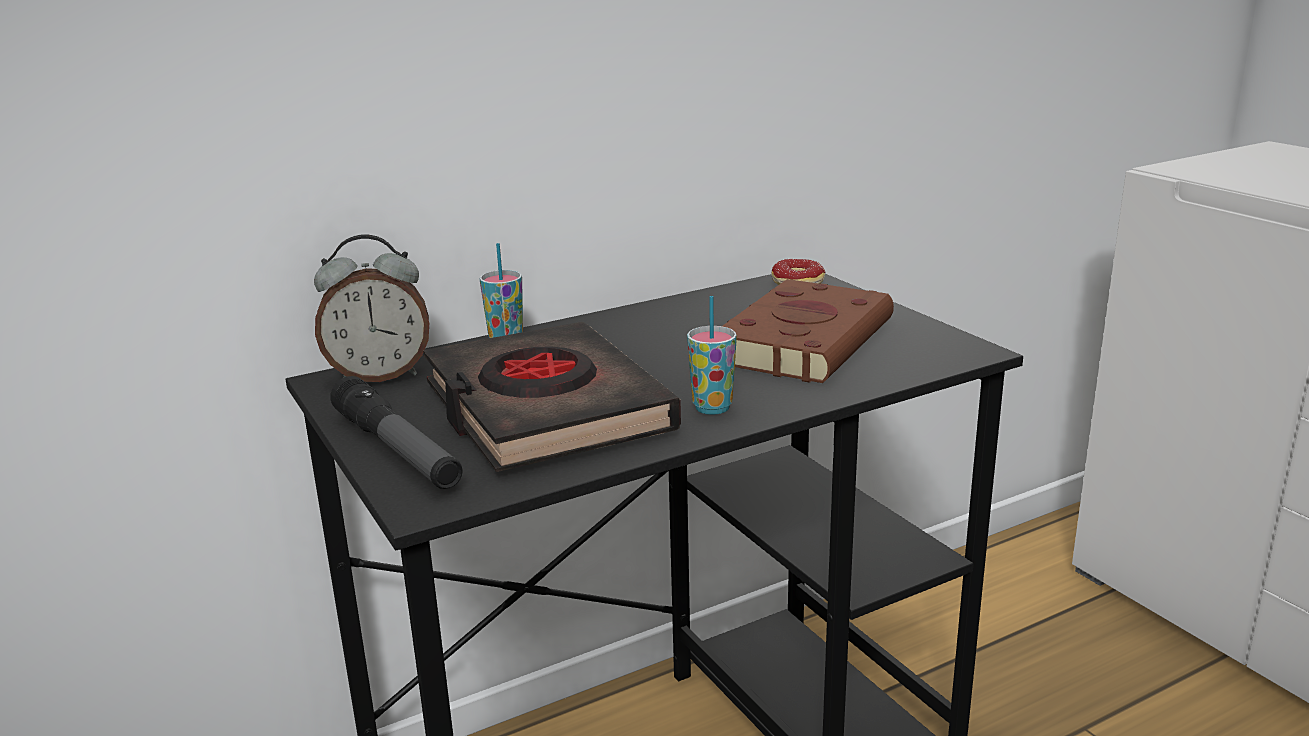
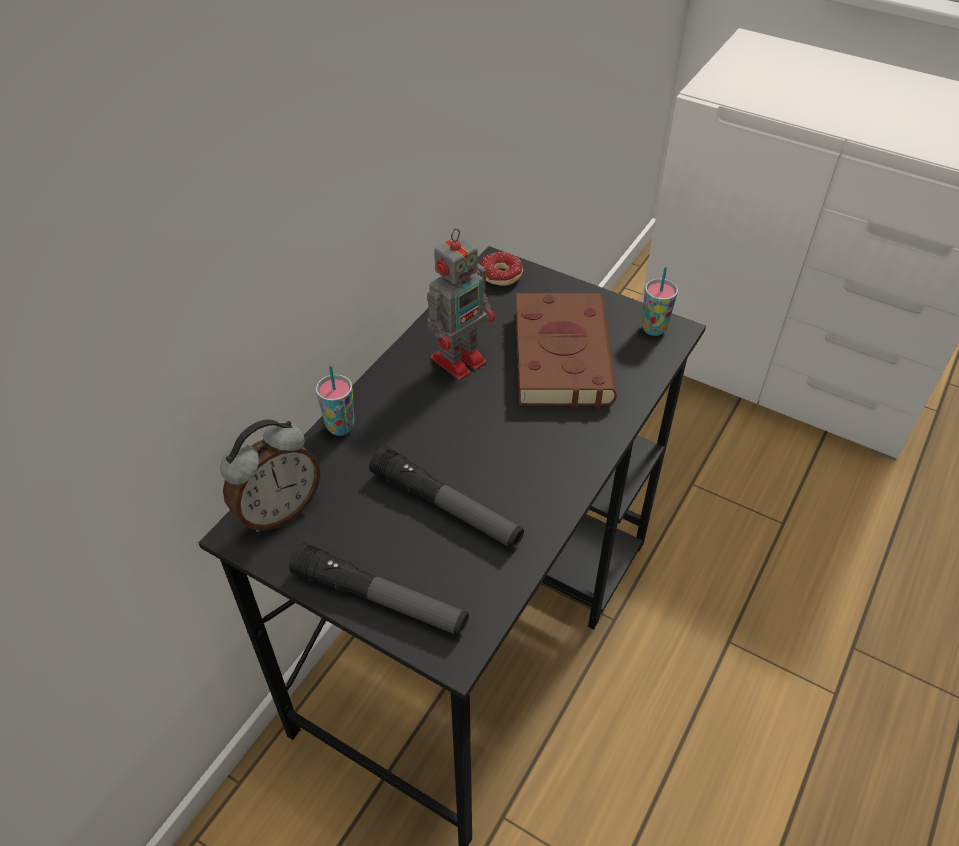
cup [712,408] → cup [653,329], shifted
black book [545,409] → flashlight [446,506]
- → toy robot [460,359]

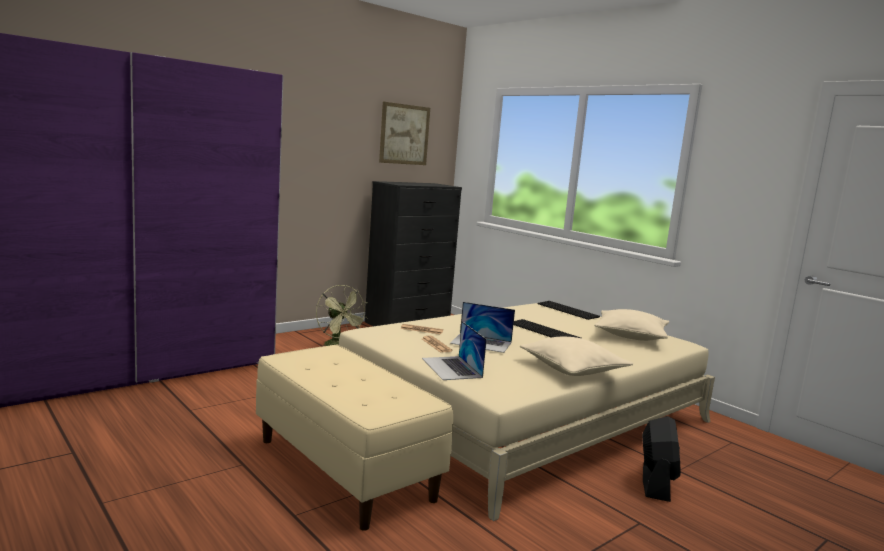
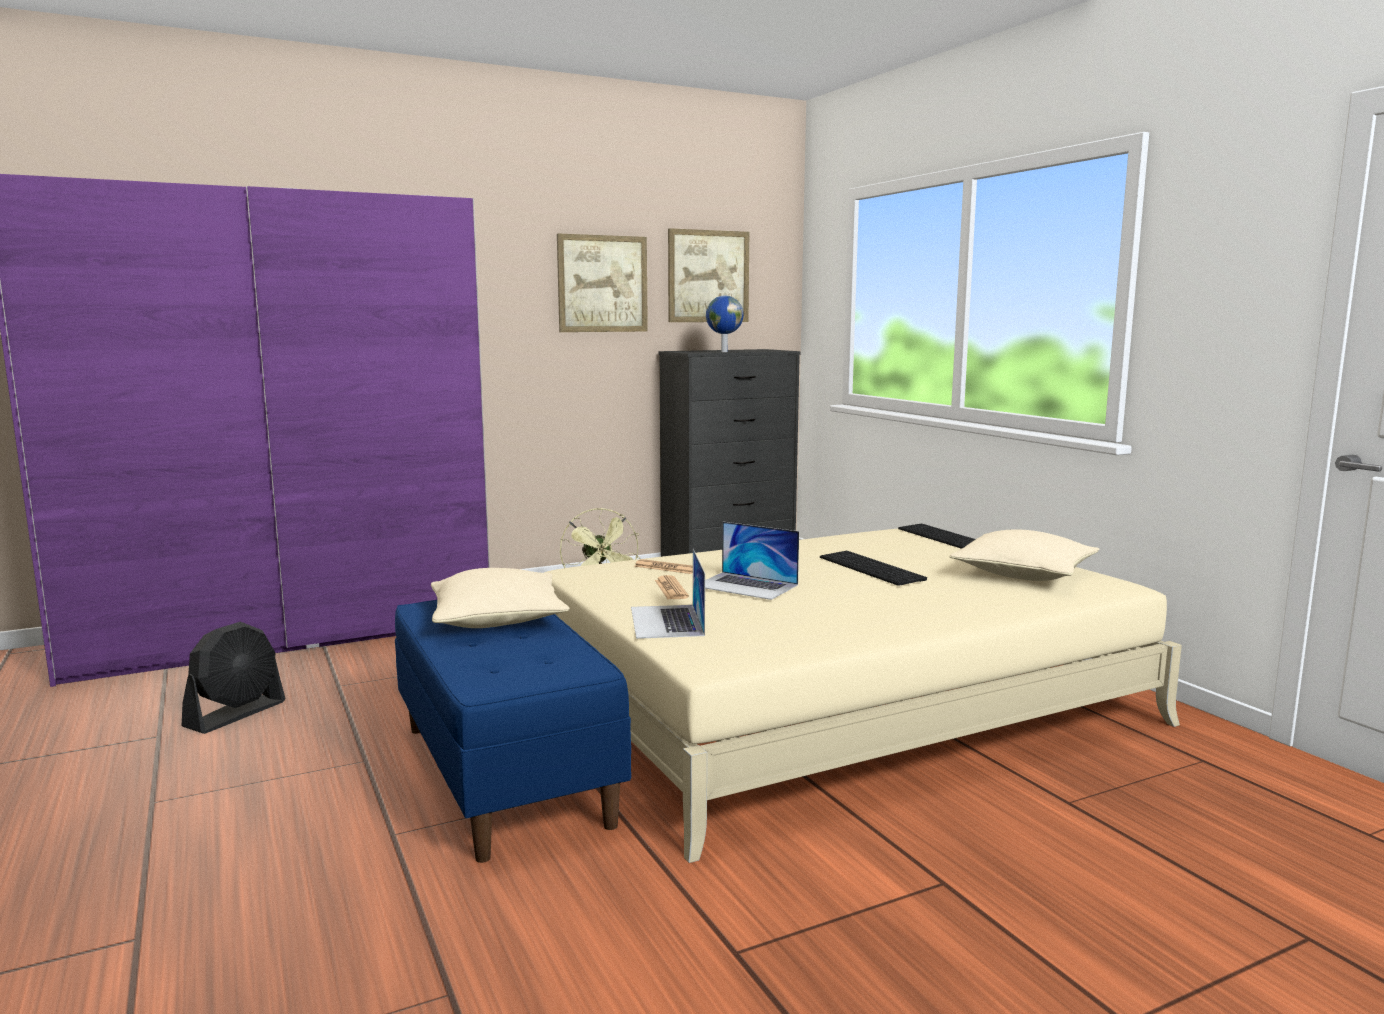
beige pillow [573,369] → beige pillow [497,619], shifted
beige bench [345,469] → blue bench [506,774]
black fan [656,483] → black fan [236,714], shifted
- → picture [602,284]
- → globe [723,352]

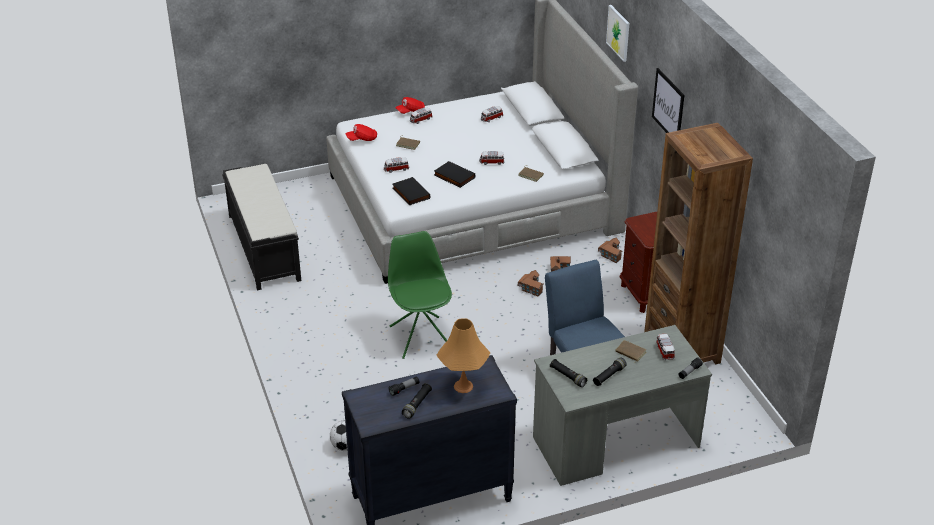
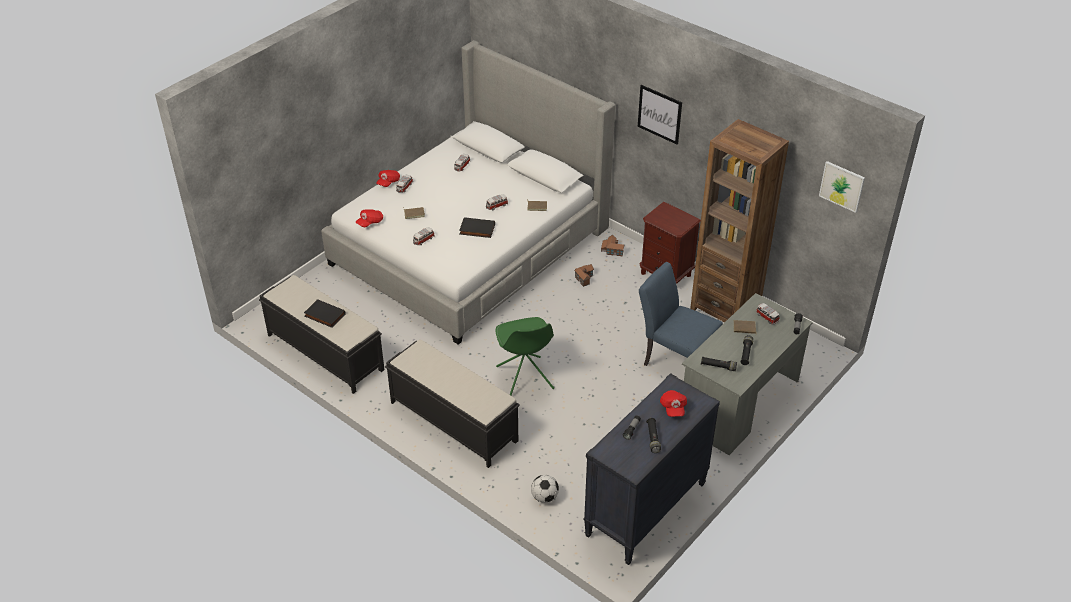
picture [618,33] → picture [842,186], shifted
black book [410,193] → black book [324,315], shifted
green chair [420,336] → green chair [525,378], 150 degrees counterclockwise
toy house [531,287] → -
orange table lamp [463,386] → red cap [673,408]
- → black bench [452,421]

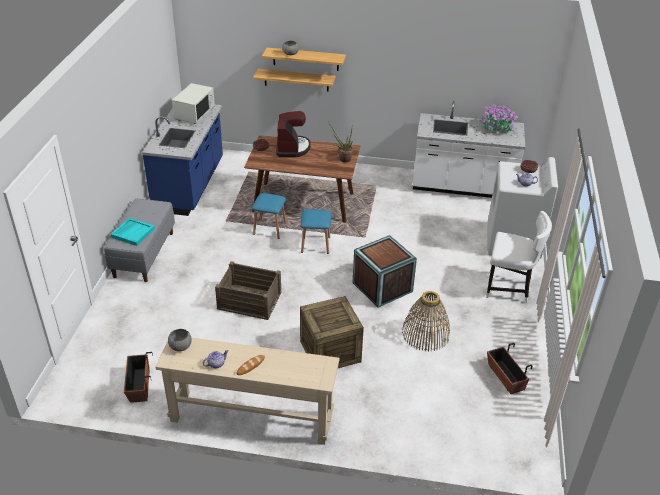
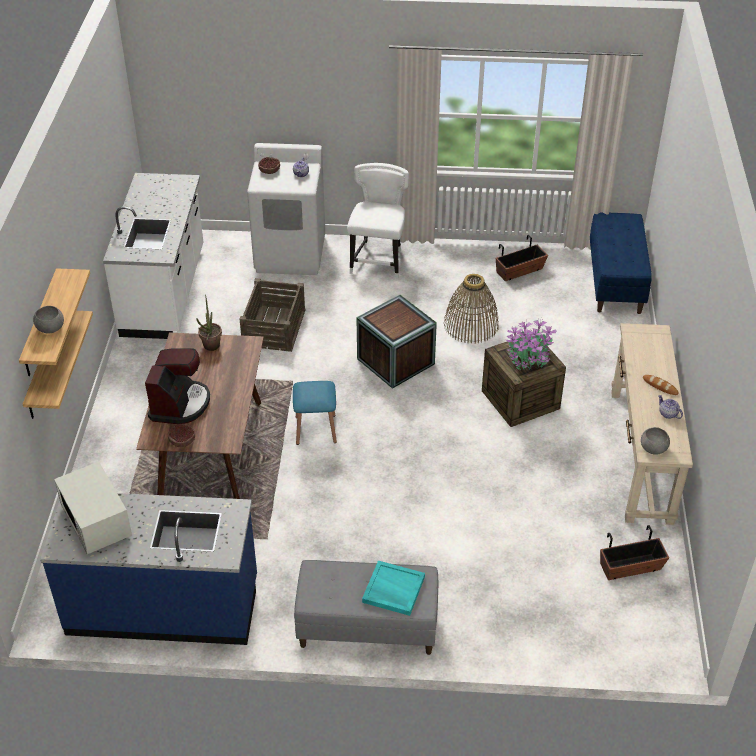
white microwave [194,114] → white microwave [97,522], 135 degrees counterclockwise
potted plant [496,129] → potted plant [528,357], shifted
coffee machine [292,148] → coffee machine [180,404], 105 degrees clockwise
blue stool [269,228] → -
crate [249,300] → crate [273,327], shifted
- → blue bench [616,281]

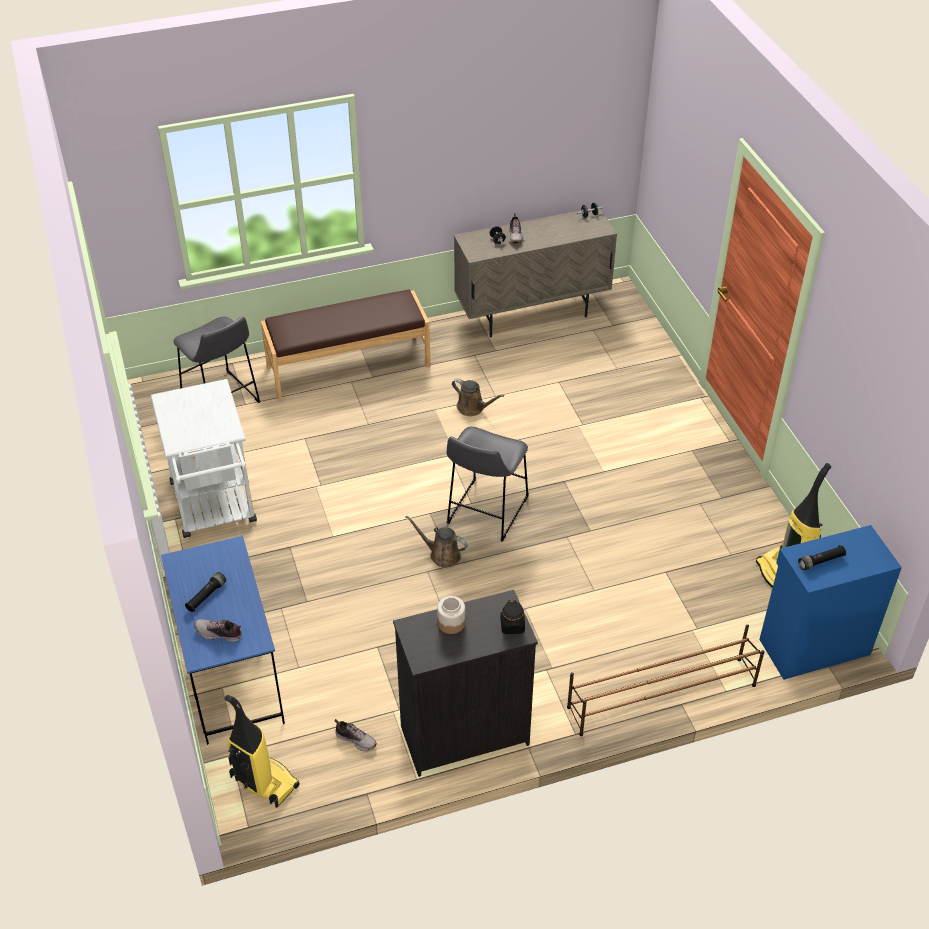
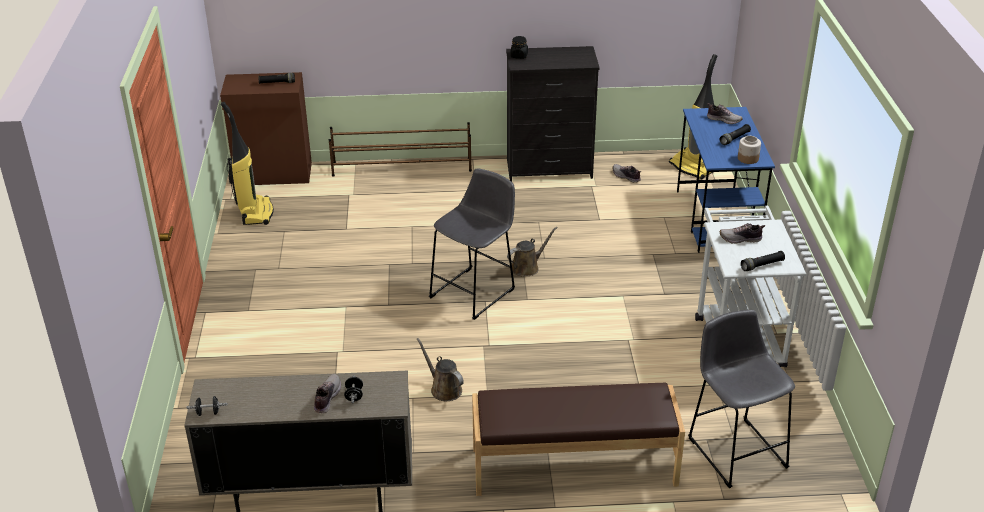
brown watering can [442,554] → brown watering can [527,267], 75 degrees counterclockwise
blue cabinet [813,645] → brown cabinet [274,174]
jar [451,622] → jar [748,159], shifted
- → shoe [741,239]
- → black flashlight [762,265]

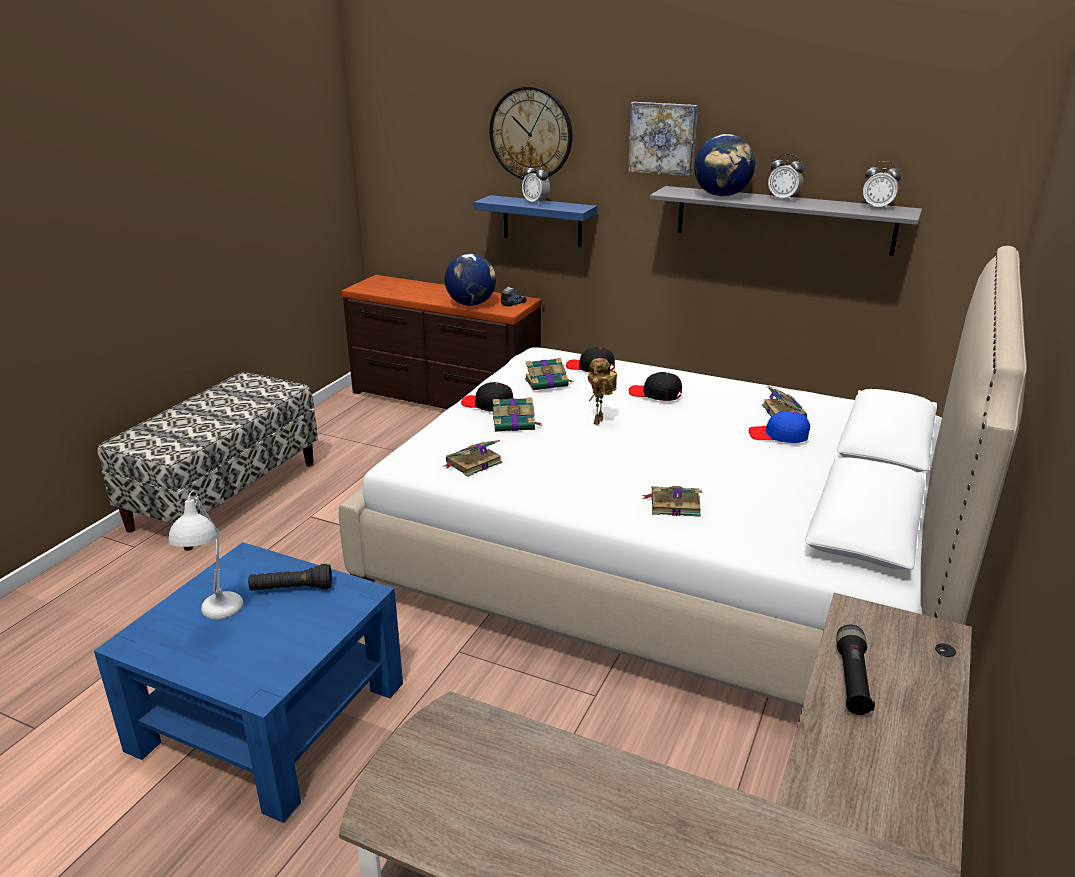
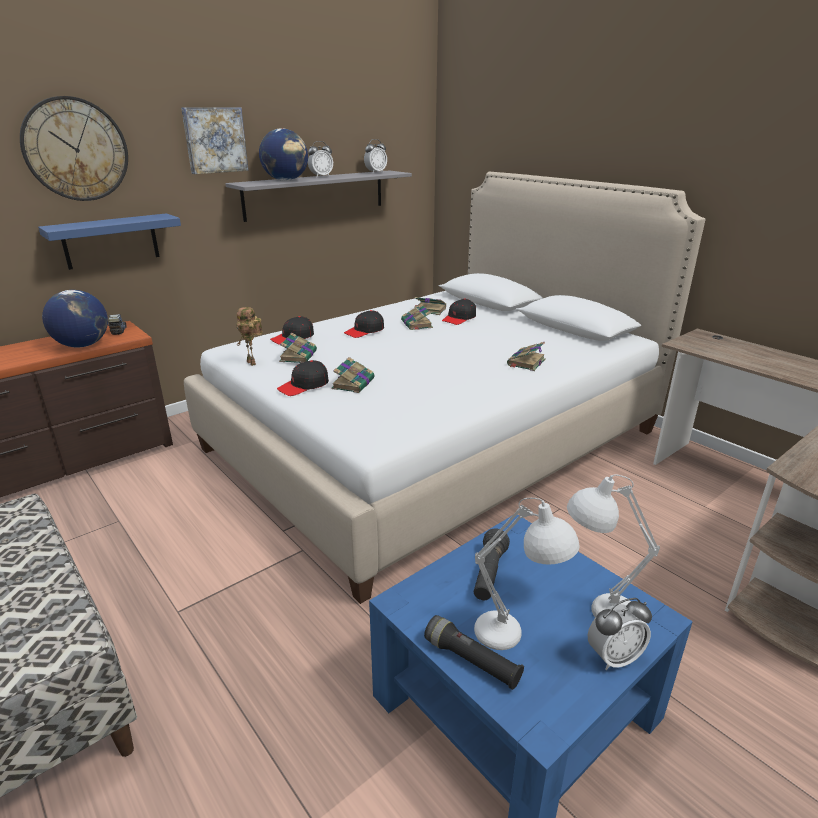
alarm clock [535,203] → alarm clock [613,657], shifted
toy robot [599,422] → toy robot [253,363], shifted
blue cap [779,436] → black cap [459,318]
book [473,463] → book [417,324], shifted
black flashlight [852,679] → black flashlight [471,661], shifted
- → white table lamp [594,610]

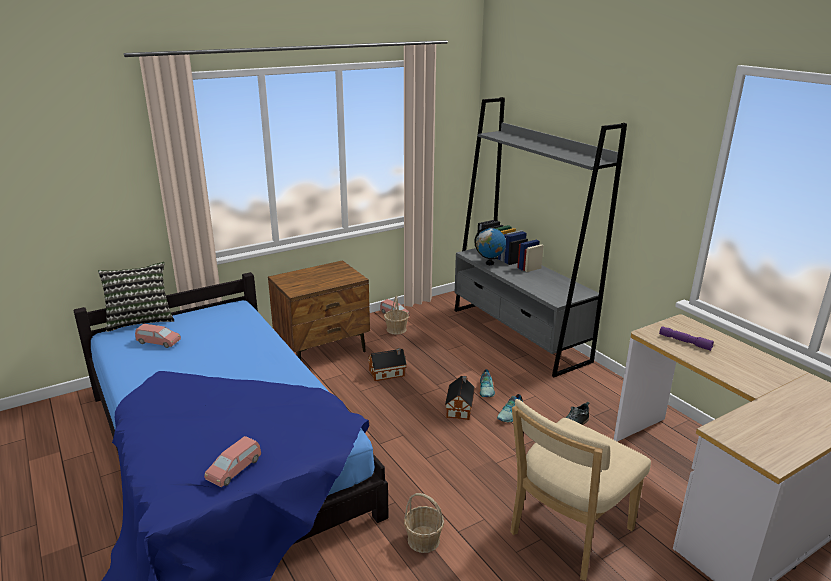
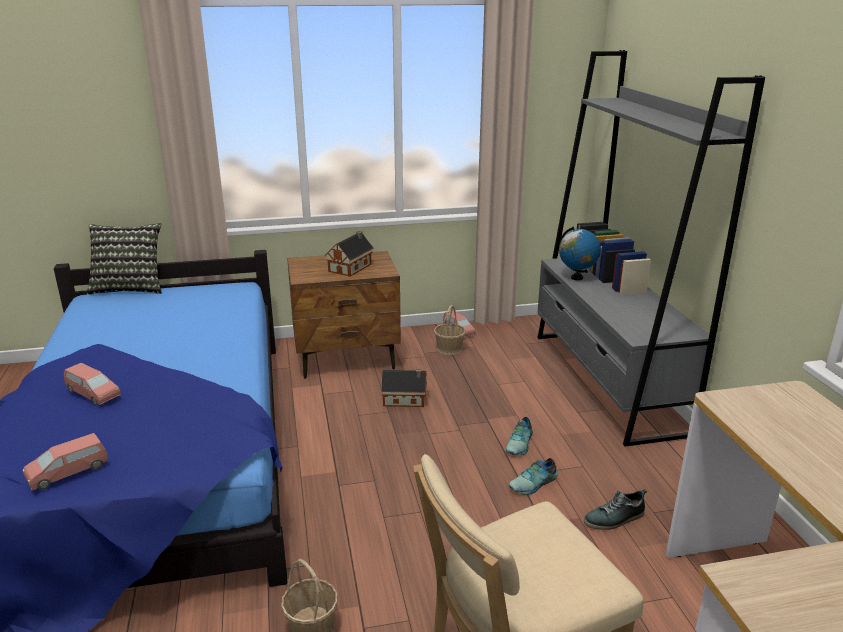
pink toy car [158,342] → pink toy car [93,394], shifted
purple flashlight [684,342] → -
toy house [460,408] → toy house [351,267], shifted

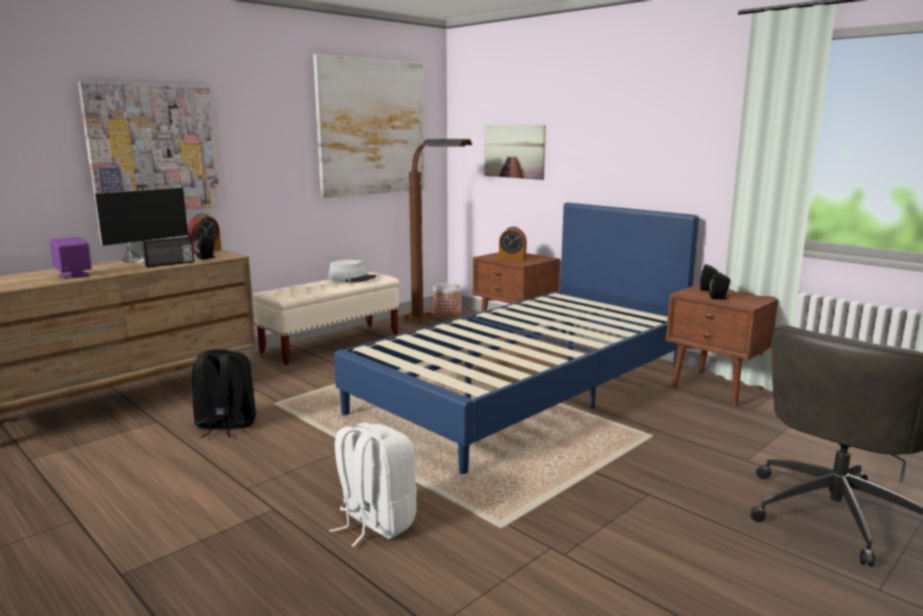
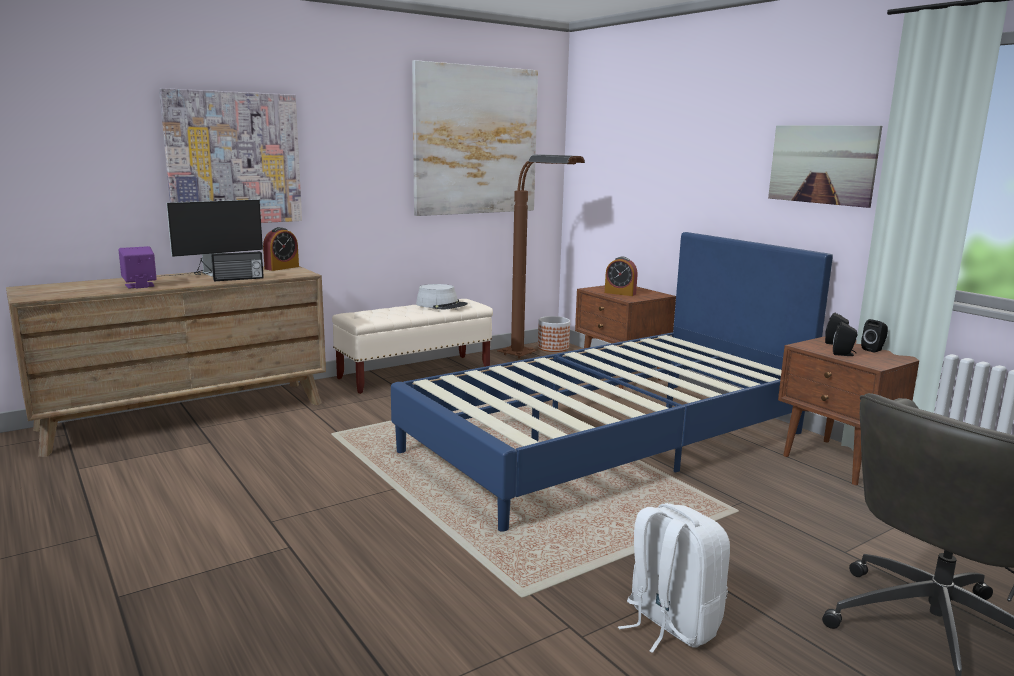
picture [514,151] → picture [822,164], shifted
black speaker [207,257] → black speaker [874,349], shifted
black backpack [225,425] → -
white backpack [375,523] → white backpack [669,624], shifted

